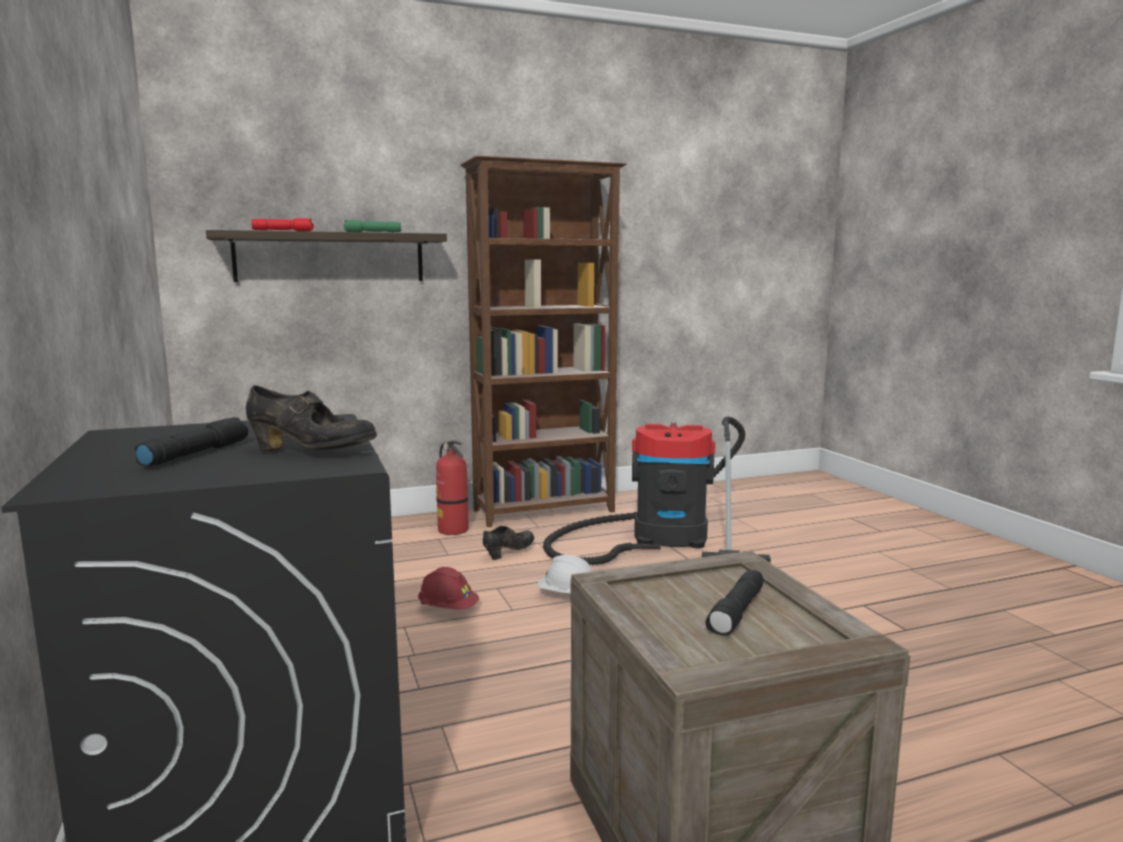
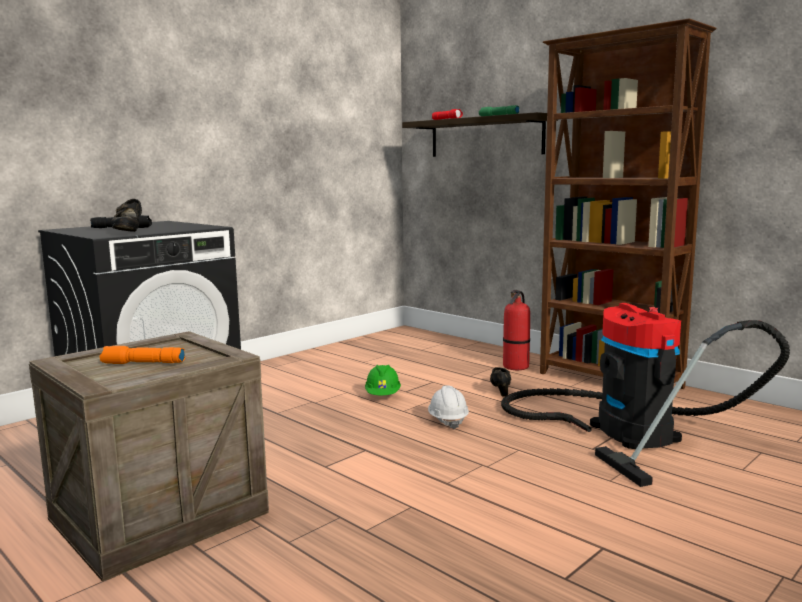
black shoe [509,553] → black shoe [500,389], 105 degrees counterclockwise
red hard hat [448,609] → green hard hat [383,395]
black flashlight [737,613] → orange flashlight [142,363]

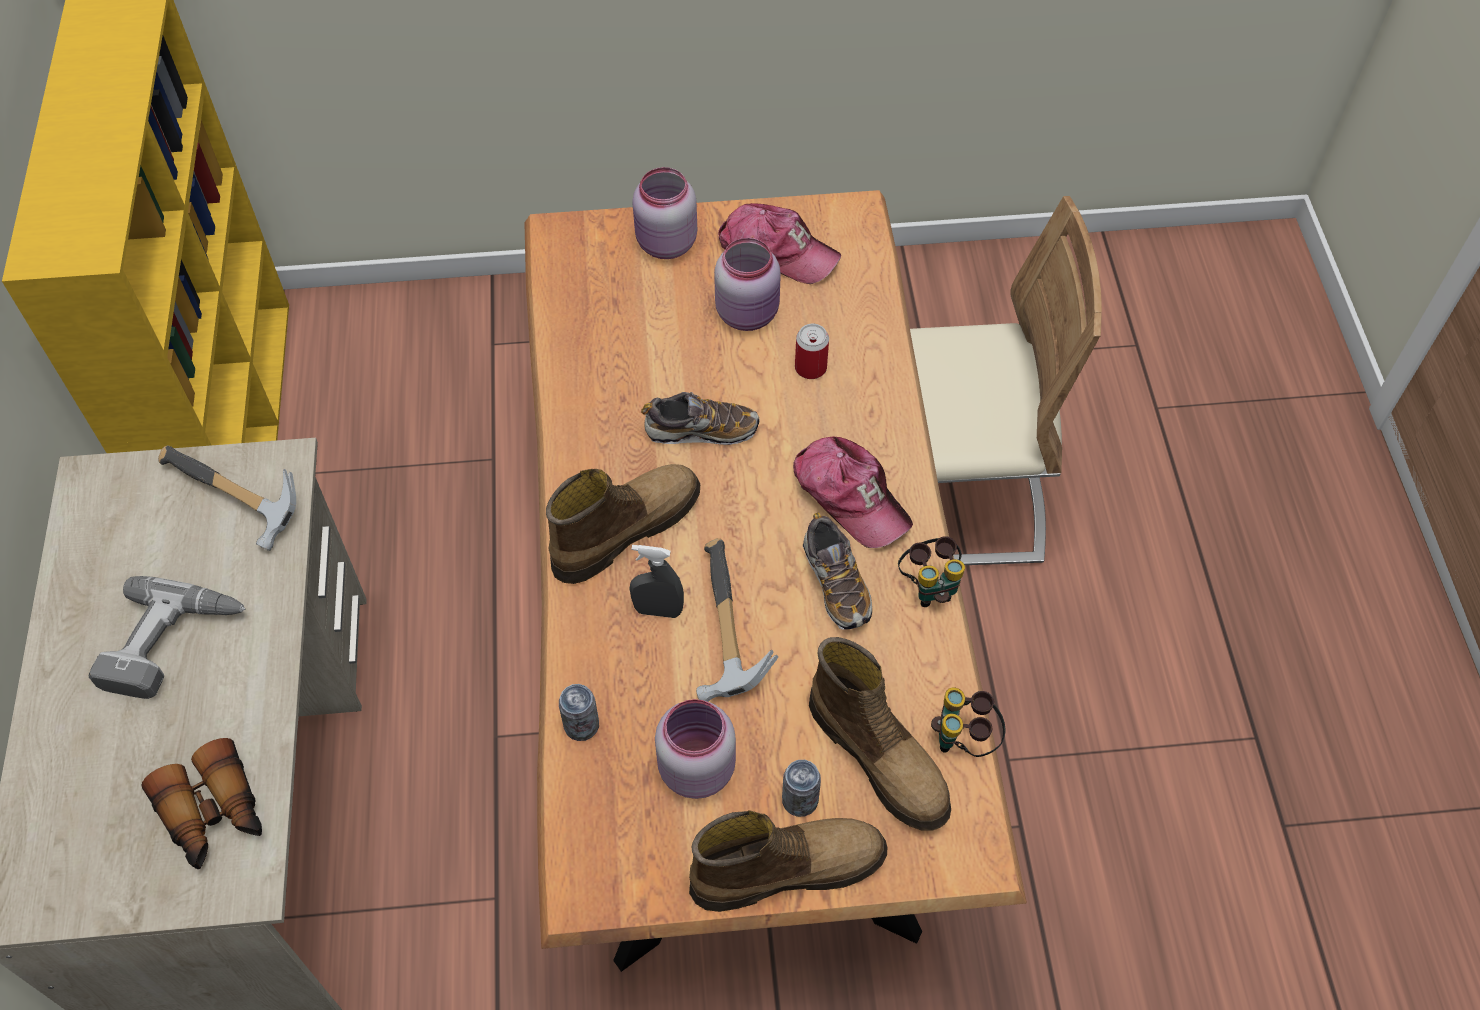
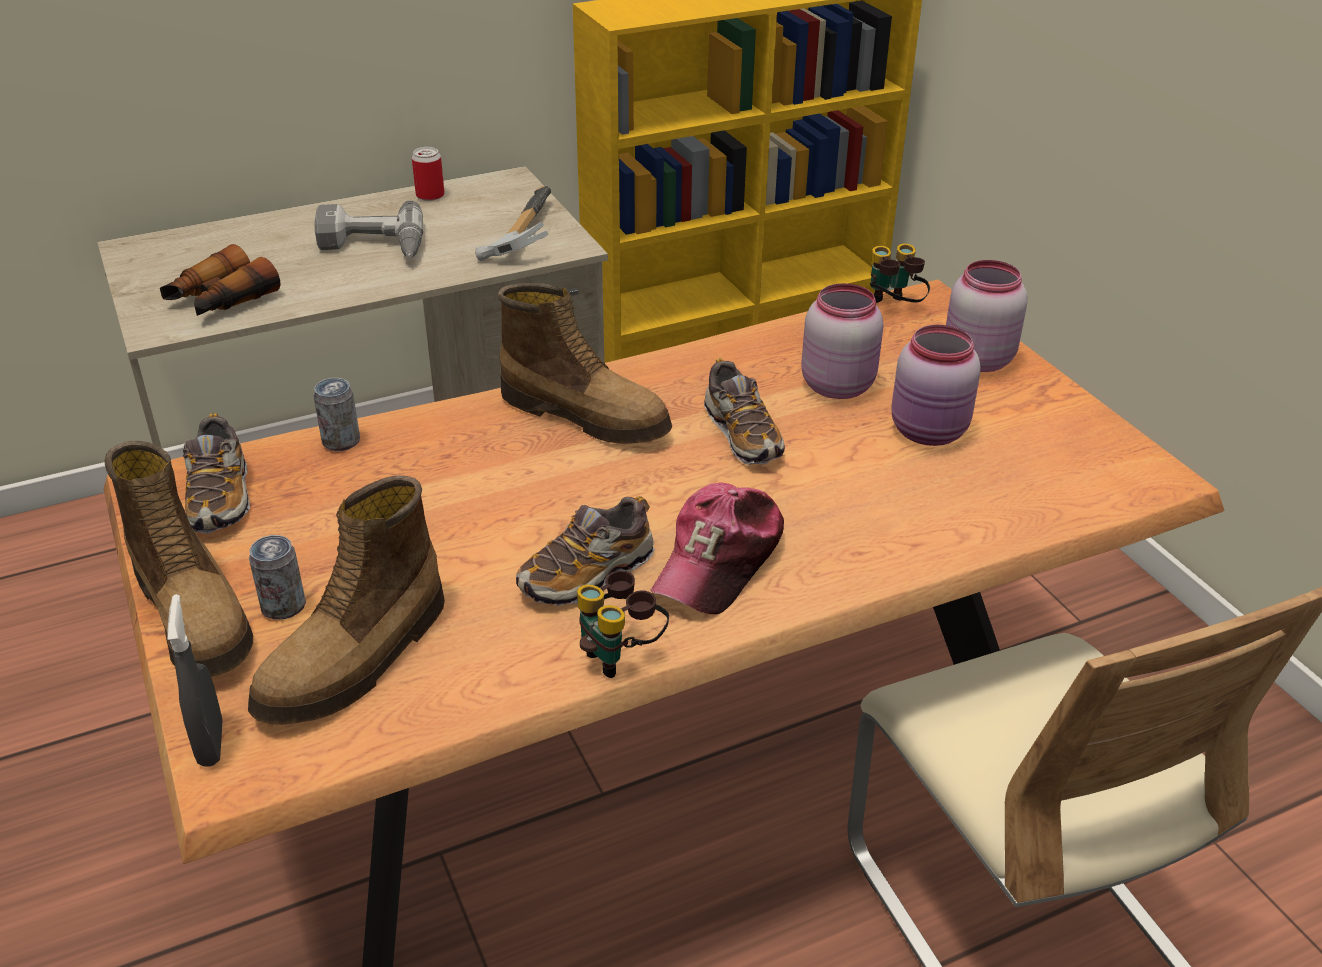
cap [777,251] → -
can [810,368] → can [430,195], shifted
hammer [720,632] → -
grey spray bottle [658,610] → grey spray bottle [211,744], shifted
binoculars [964,740] → binoculars [892,309], shifted
pink jar [694,768] → pink jar [837,385], shifted
- → shoe [220,498]

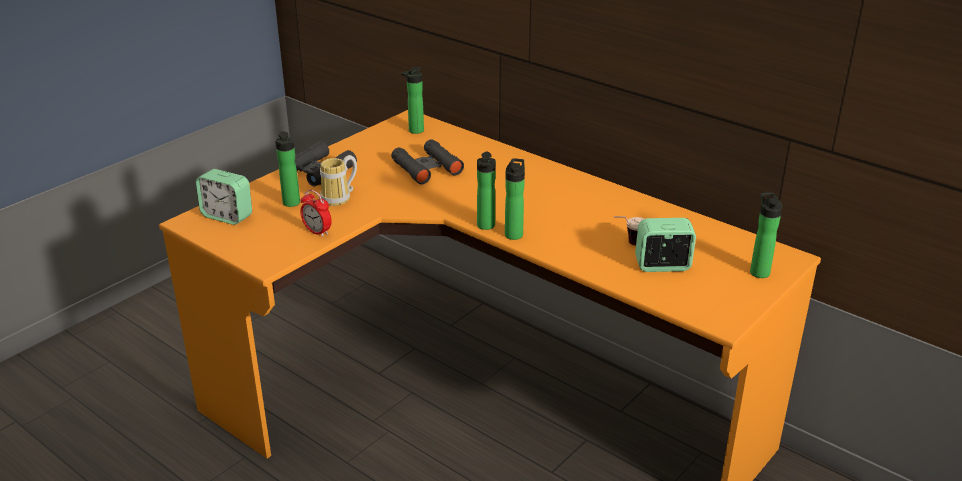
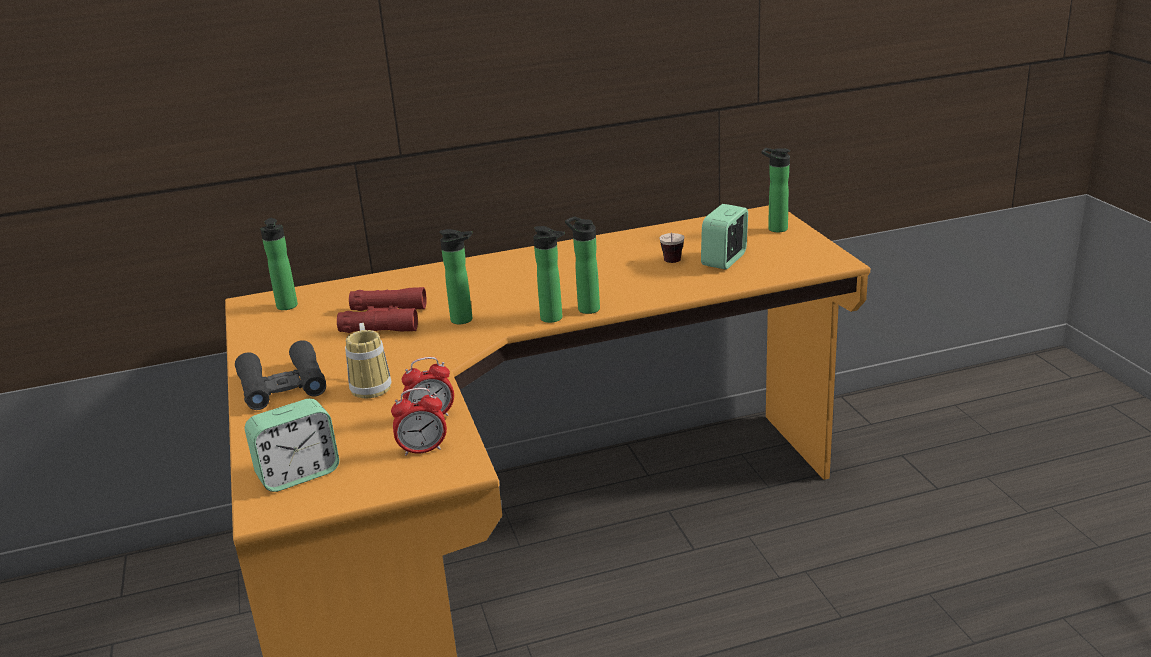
bottle [292,204] → bottle [465,320], shifted
black binoculars [427,168] → red binoculars [384,320]
- → alarm clock [423,450]

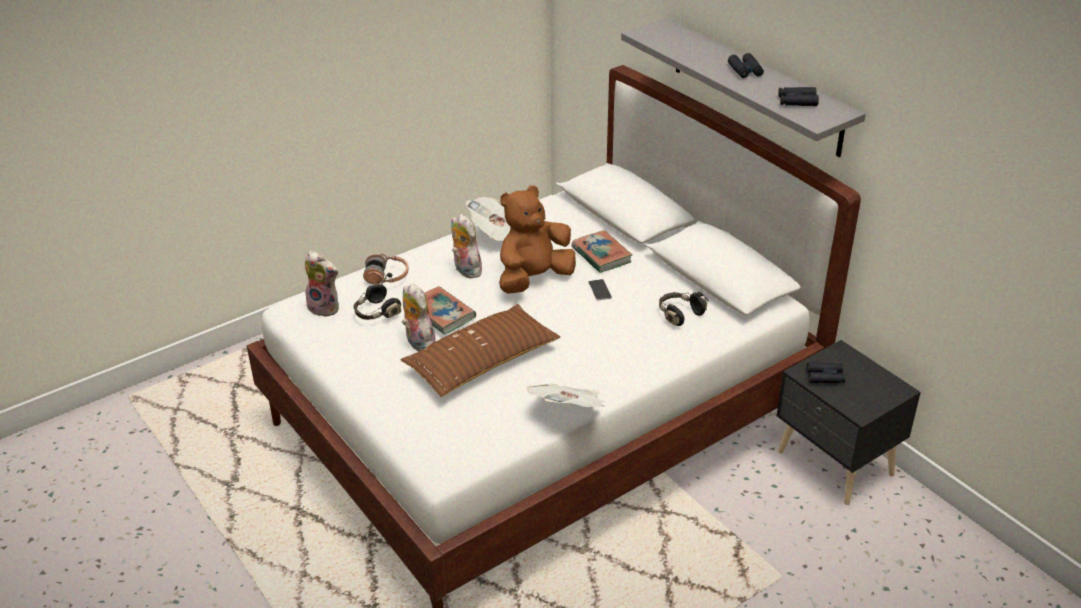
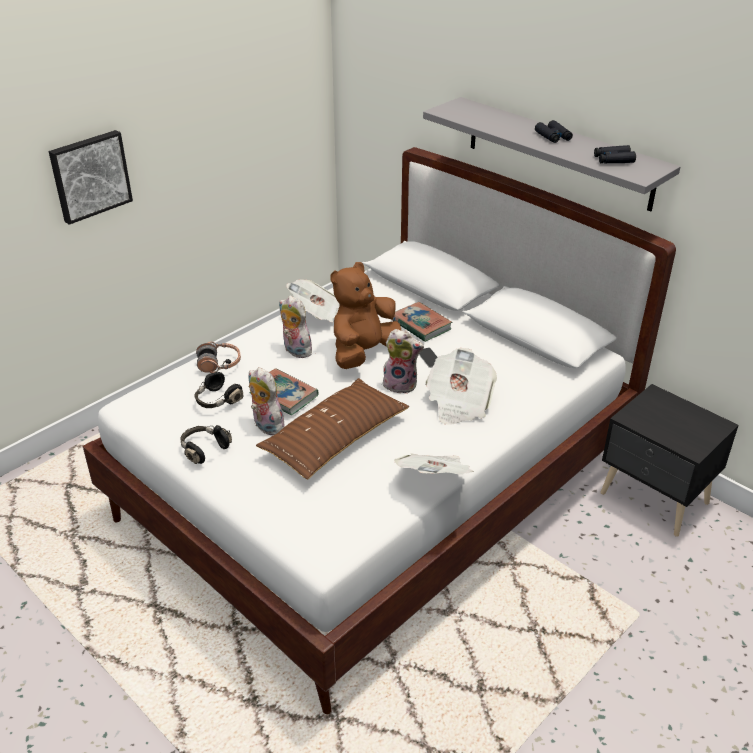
plush toy [325,307] → plush toy [401,384], shifted
black headphones [679,314] → black headphones [204,449], shifted
black binoculars [825,377] → -
- → picture [90,175]
- → newspaper [458,403]

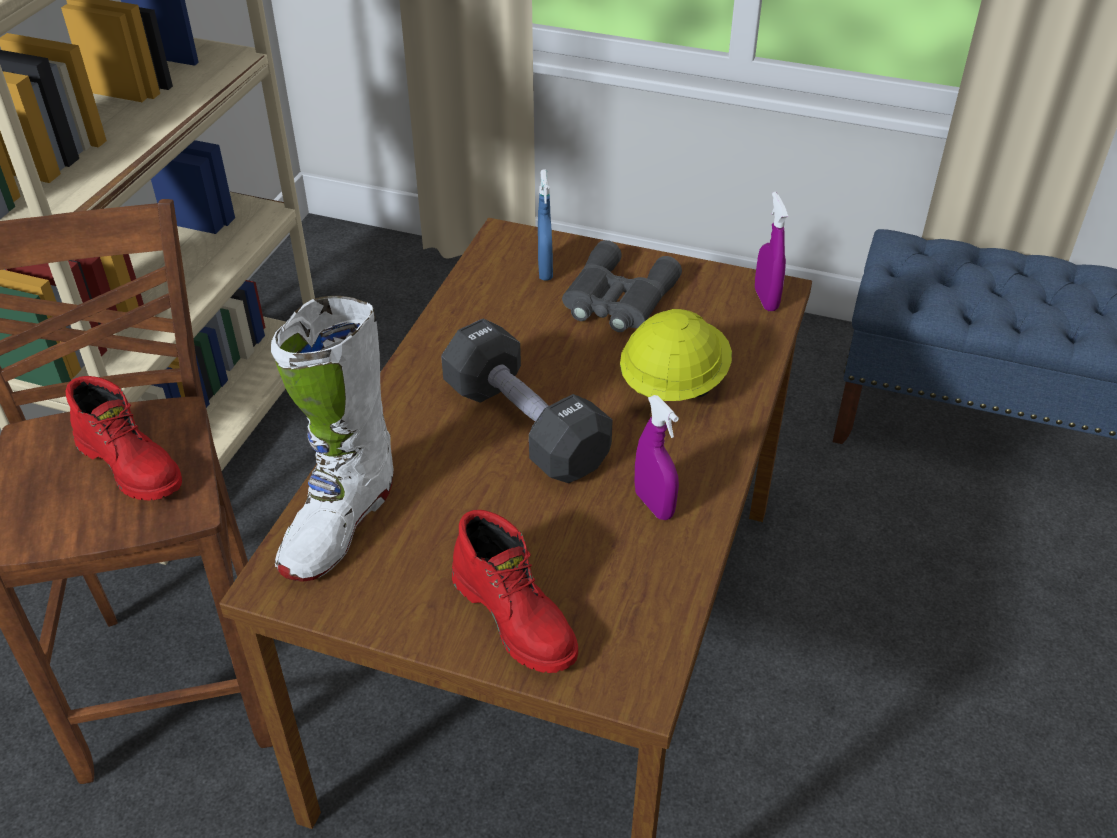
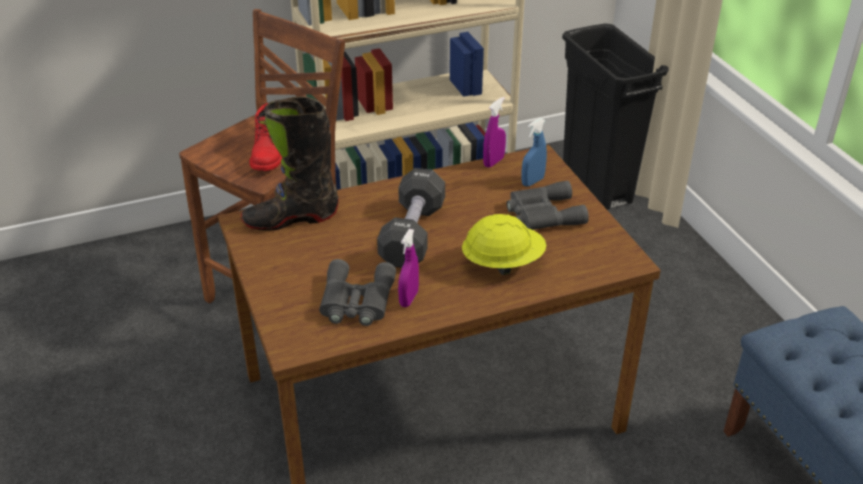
purple spray bottle [766,299] → purple spray bottle [493,162], shifted
white boot [339,524] → black boot [291,219]
red boot [516,616] → -
- → black trash can [596,184]
- → grey binoculars [356,301]

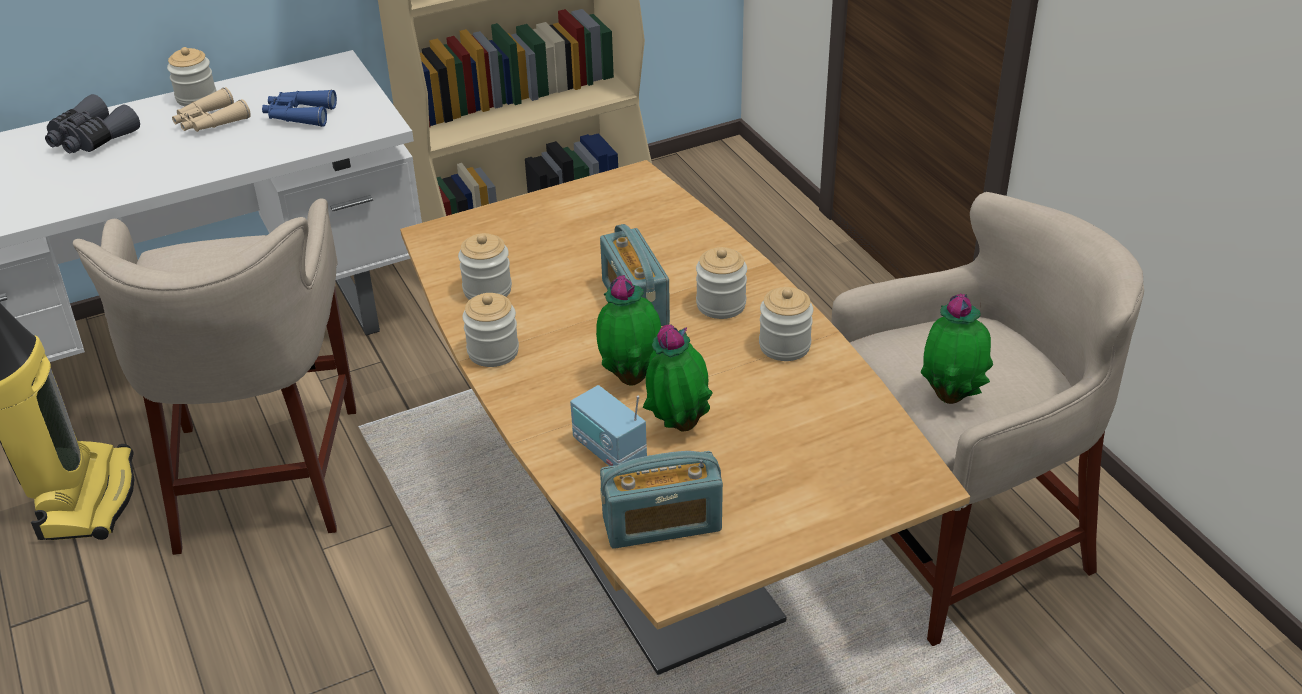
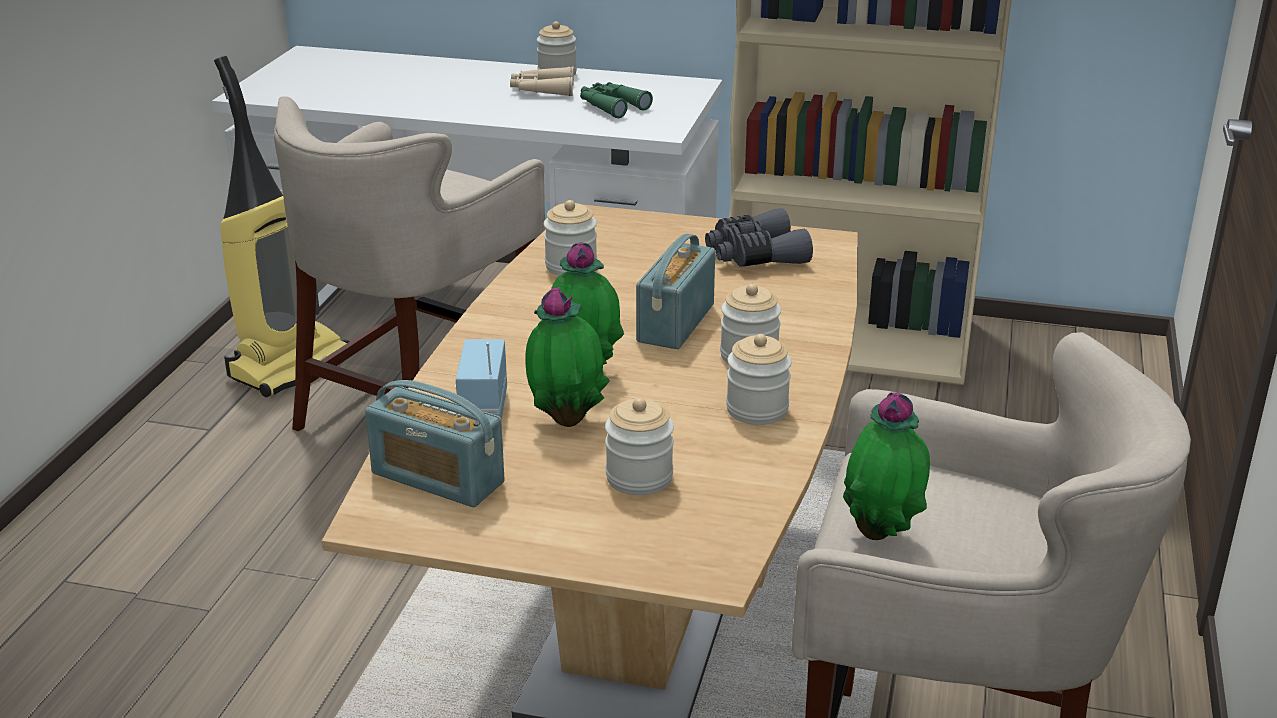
blue binoculars [299,115] → green binoculars [611,106]
grey binoculars [91,139] → grey binoculars [755,256], shifted
jar [493,351] → jar [639,478], shifted

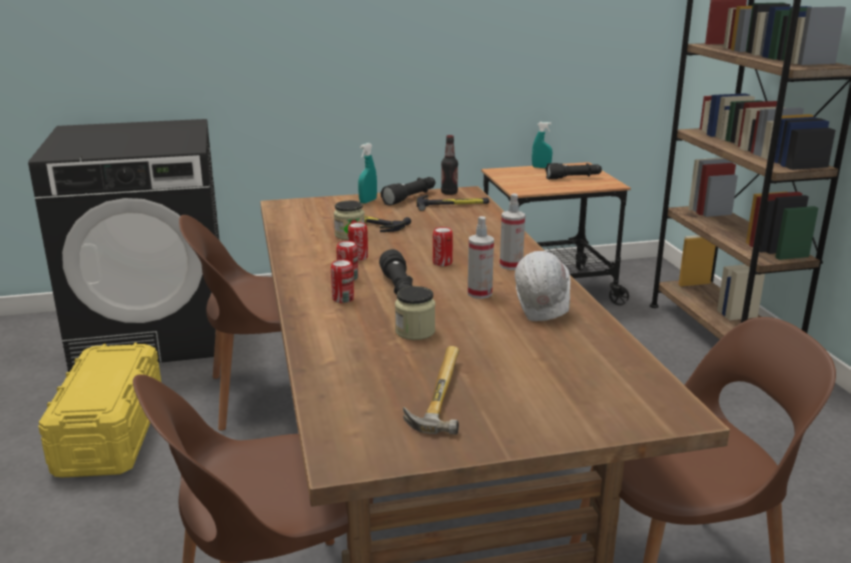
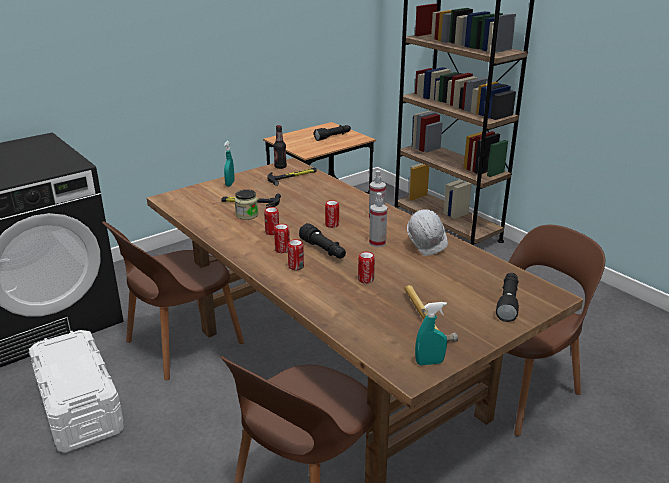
turquoise spray bottle [541,167] → turquoise spray bottle [429,362], shifted
black flashlight [410,198] → black flashlight [508,302], shifted
jar [415,331] → can [366,280]
yellow storage box [111,433] → white storage box [79,406]

